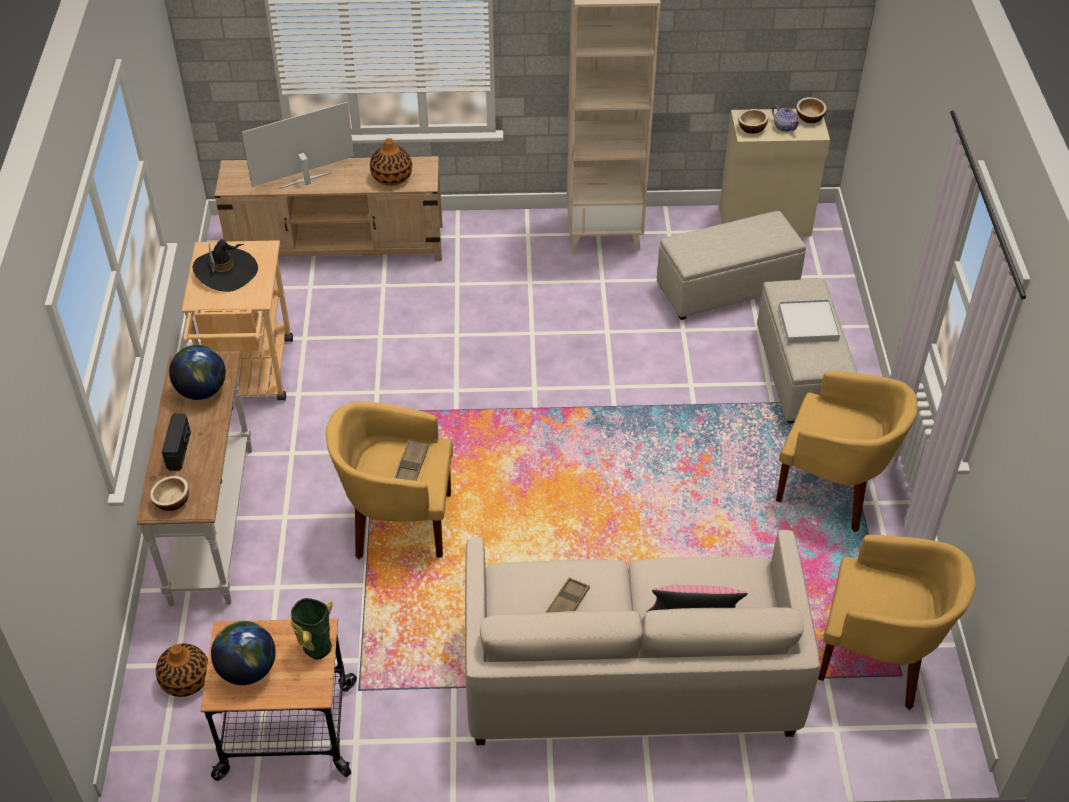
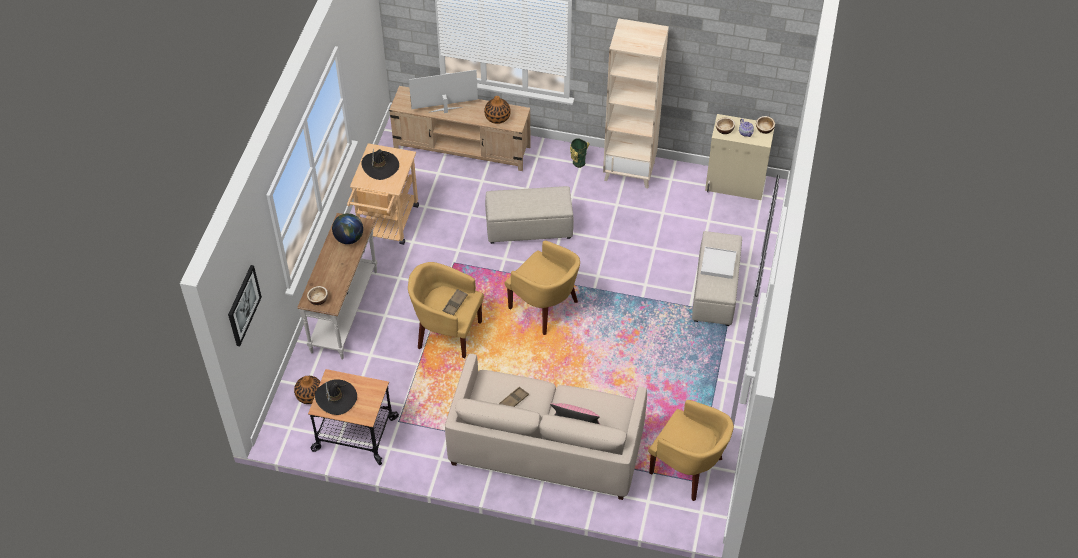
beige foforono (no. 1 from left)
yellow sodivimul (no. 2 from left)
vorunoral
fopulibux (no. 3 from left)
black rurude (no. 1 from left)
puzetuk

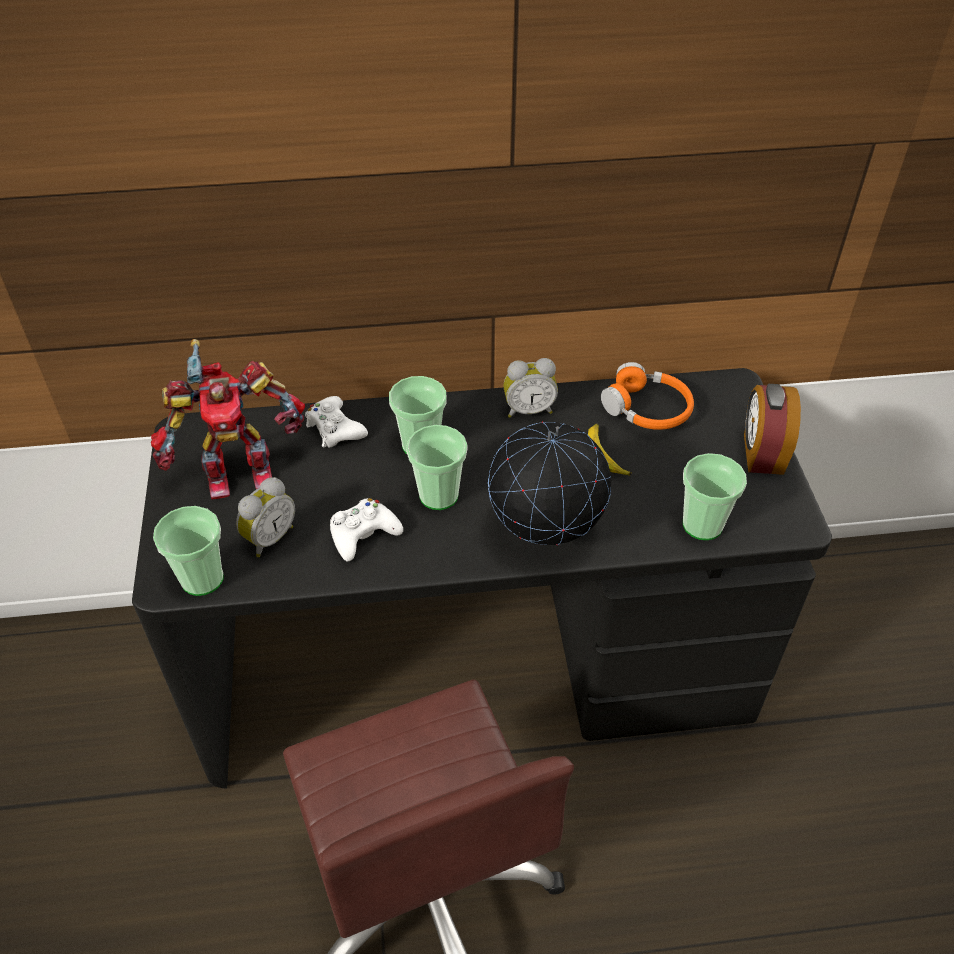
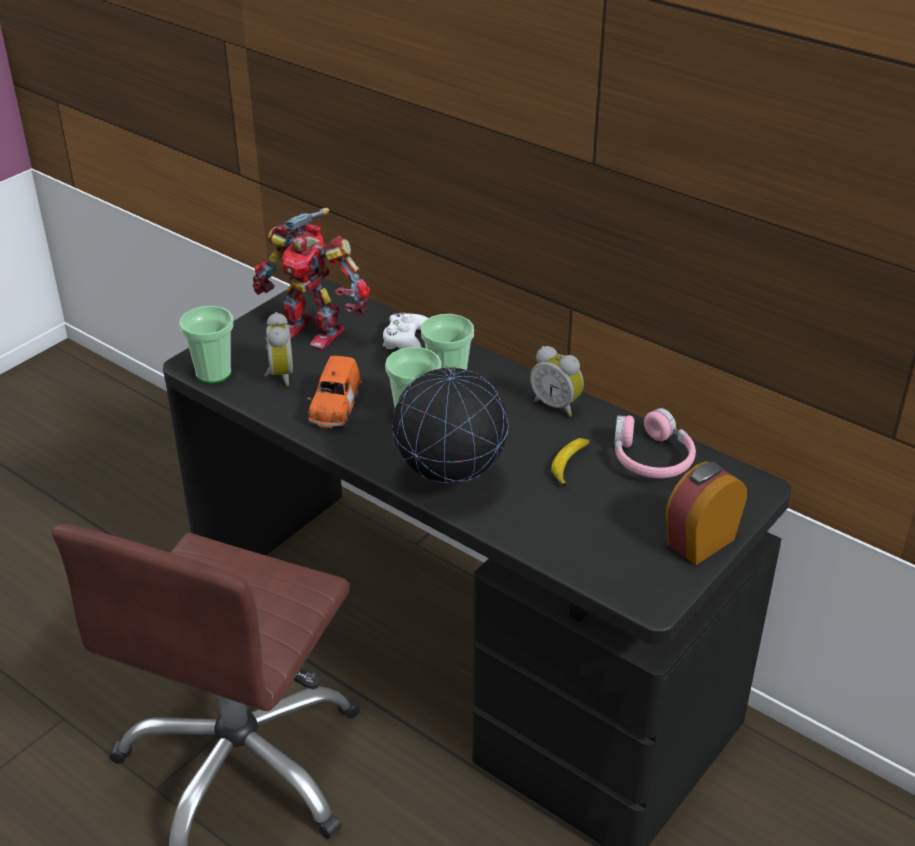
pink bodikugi
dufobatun (no. 4 from left in the first image)
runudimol (no. 1 from left)
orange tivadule

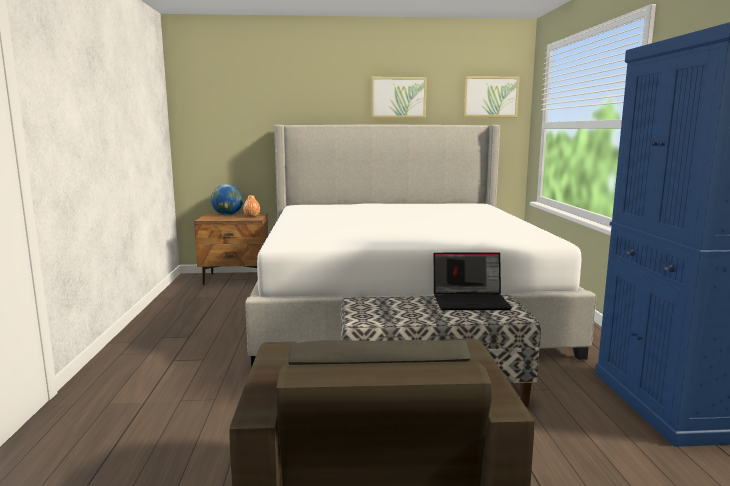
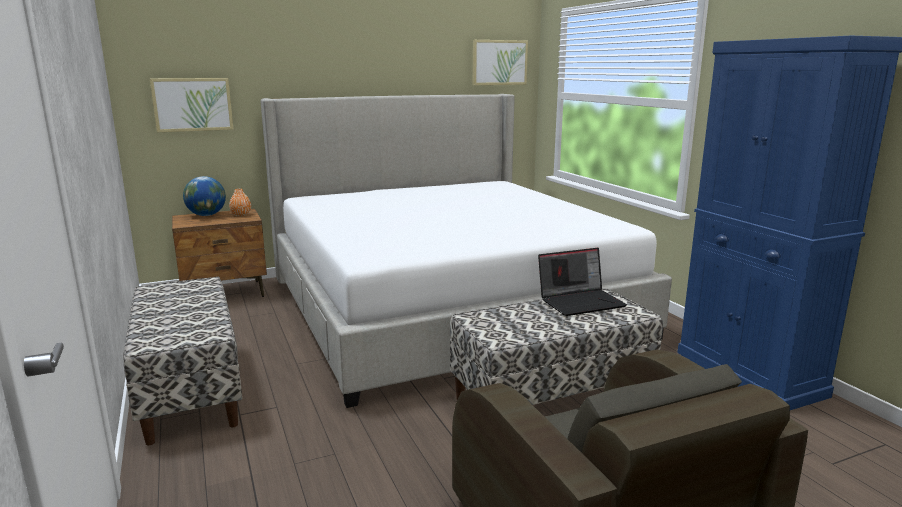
puzetuk (no. 1 from left)
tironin (no. 1 from left)

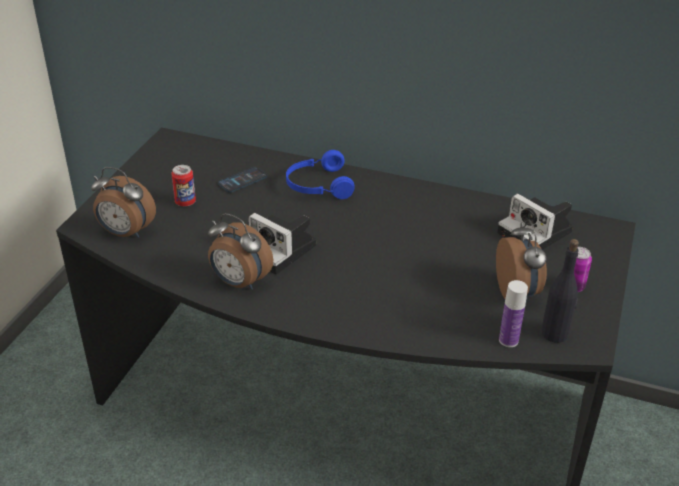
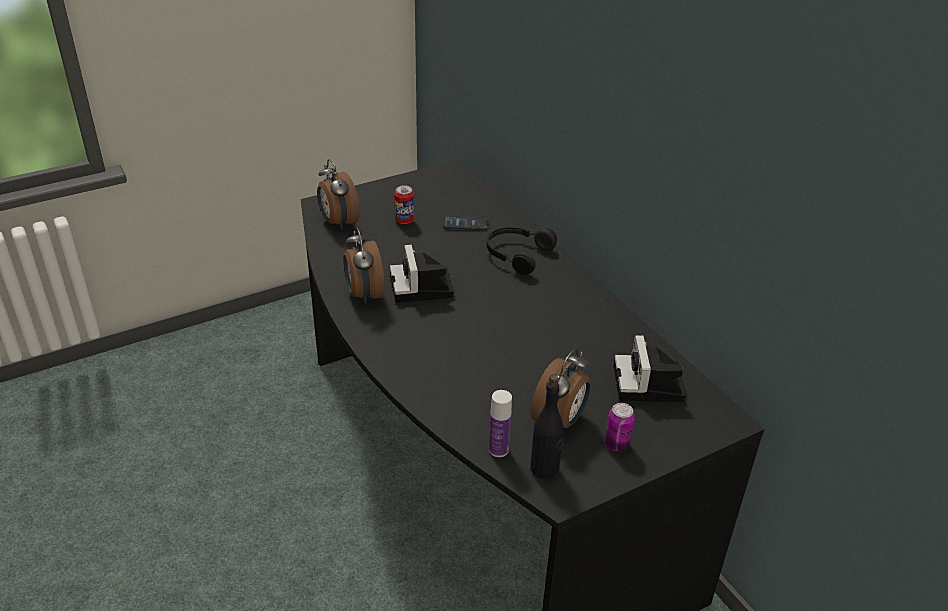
black bodikugi

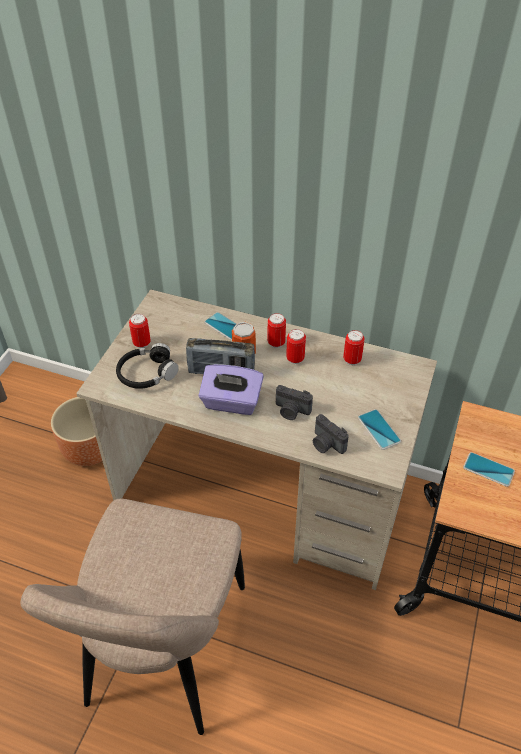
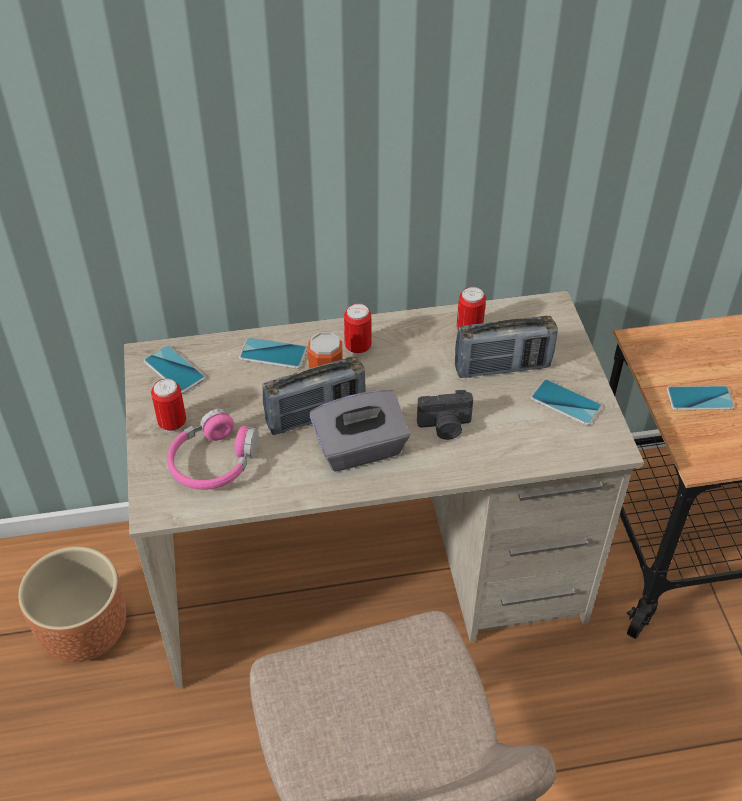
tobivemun (no. 4 from left in the first image)
pink bodikugi
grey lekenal
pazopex (no. 2 from left in the first image)
vorunoral (no. 2 from left)
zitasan (no. 1 from left)

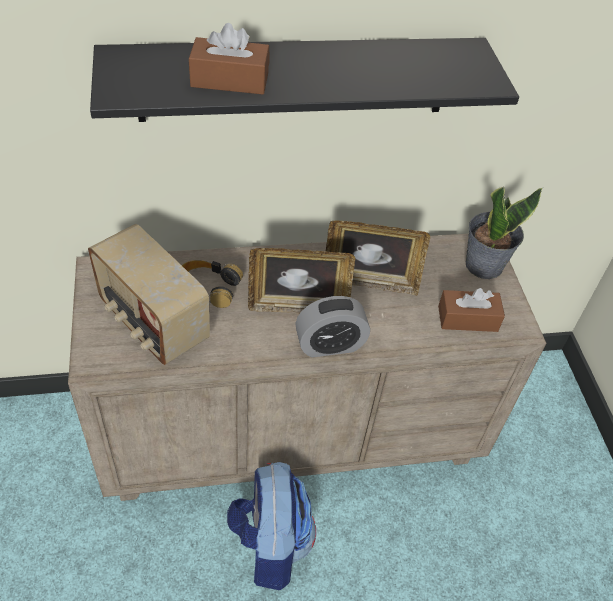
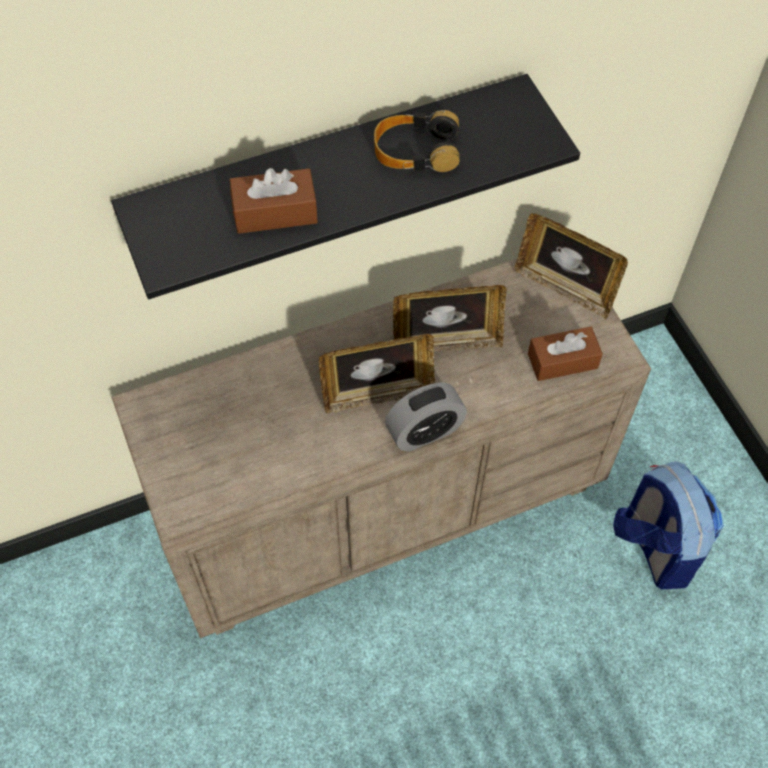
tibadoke (no. 3 from left)
vorunoral
bodikugi
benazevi

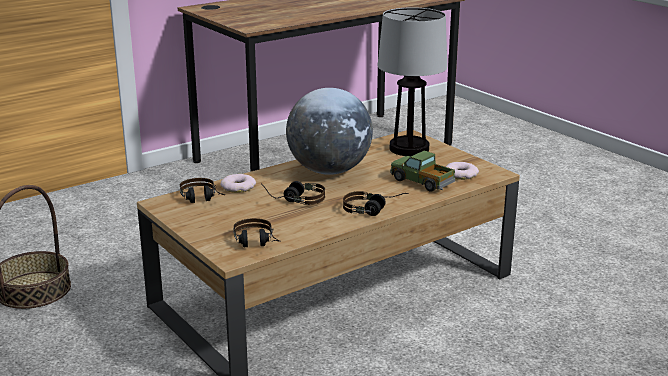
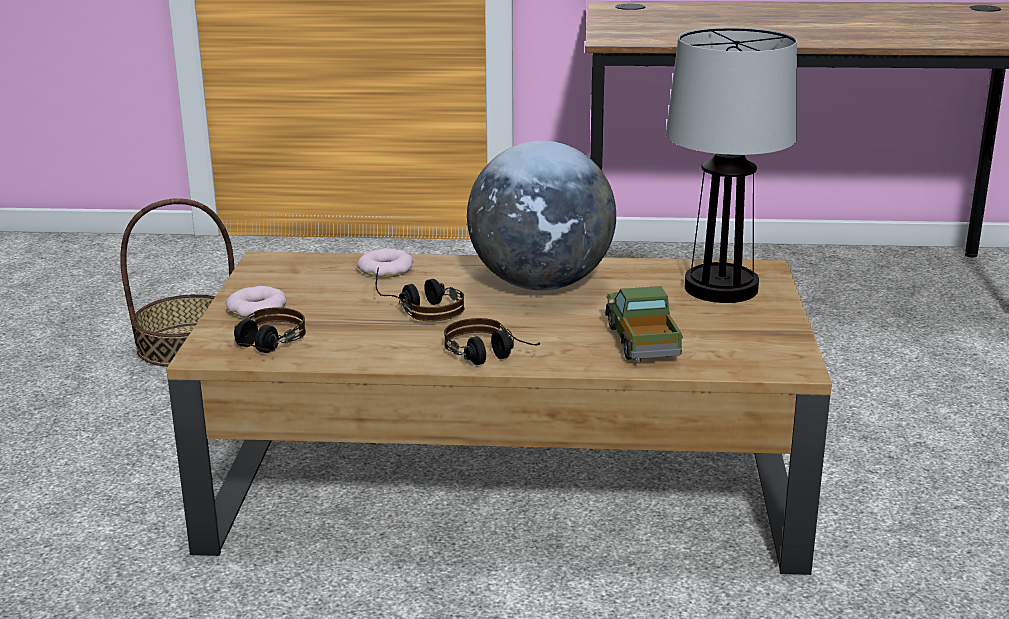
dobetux (no. 1 from left)
bodikugi (no. 1 from left in the first image)

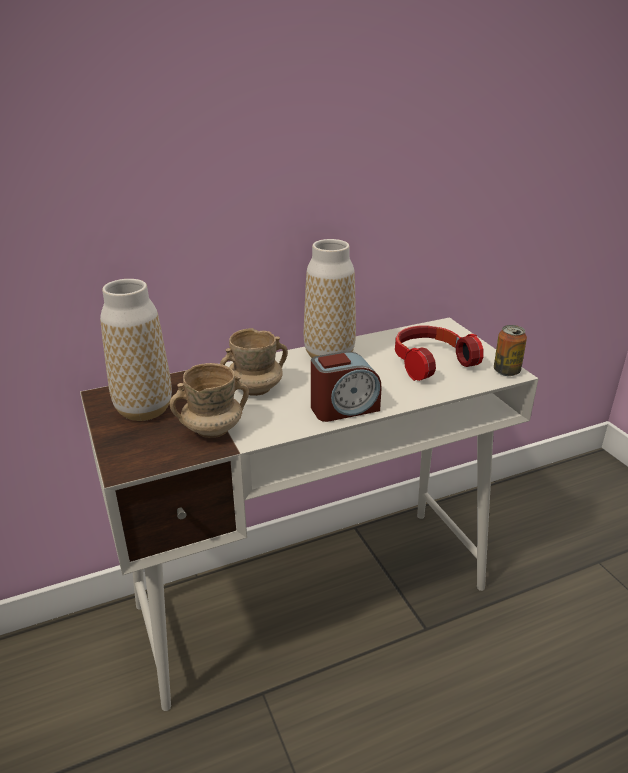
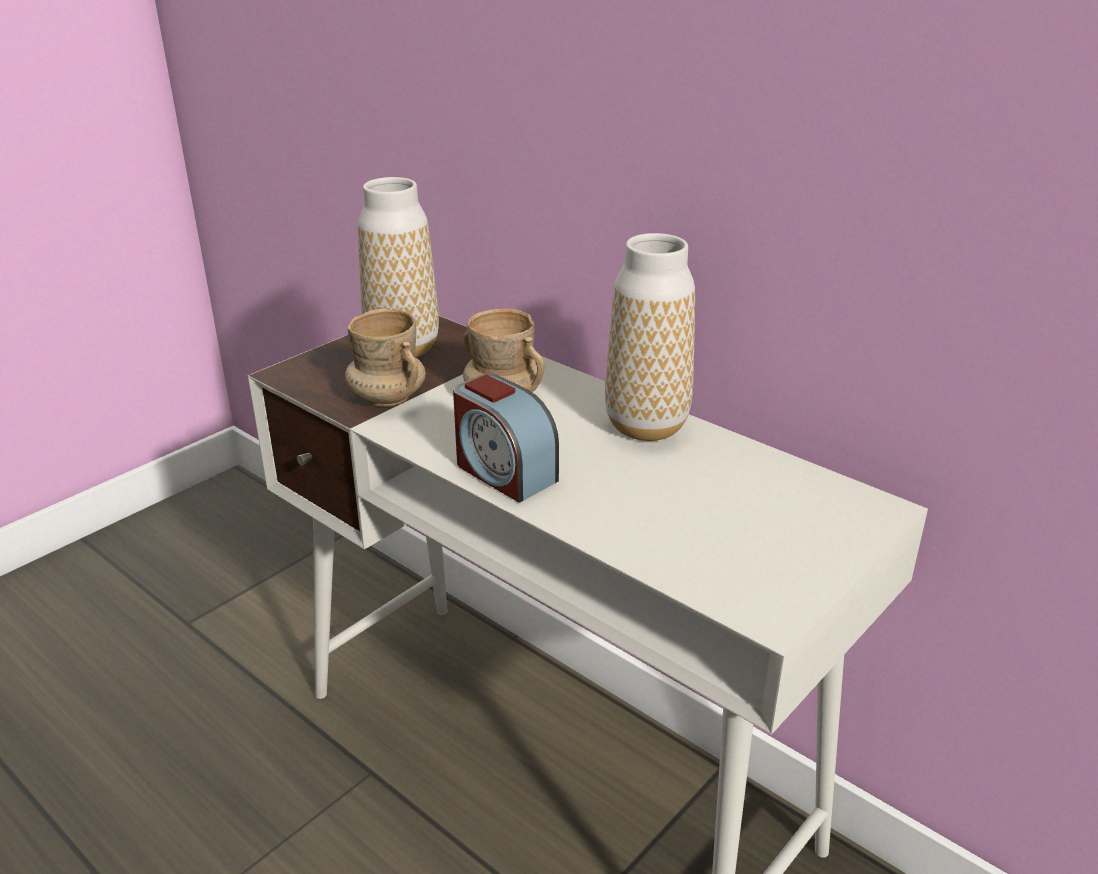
tobivemun
bodikugi

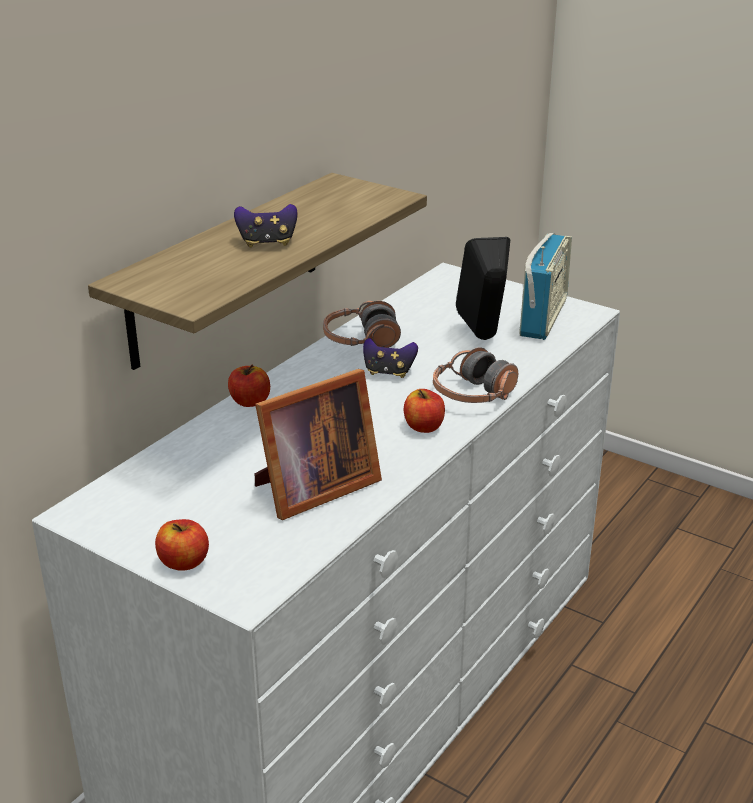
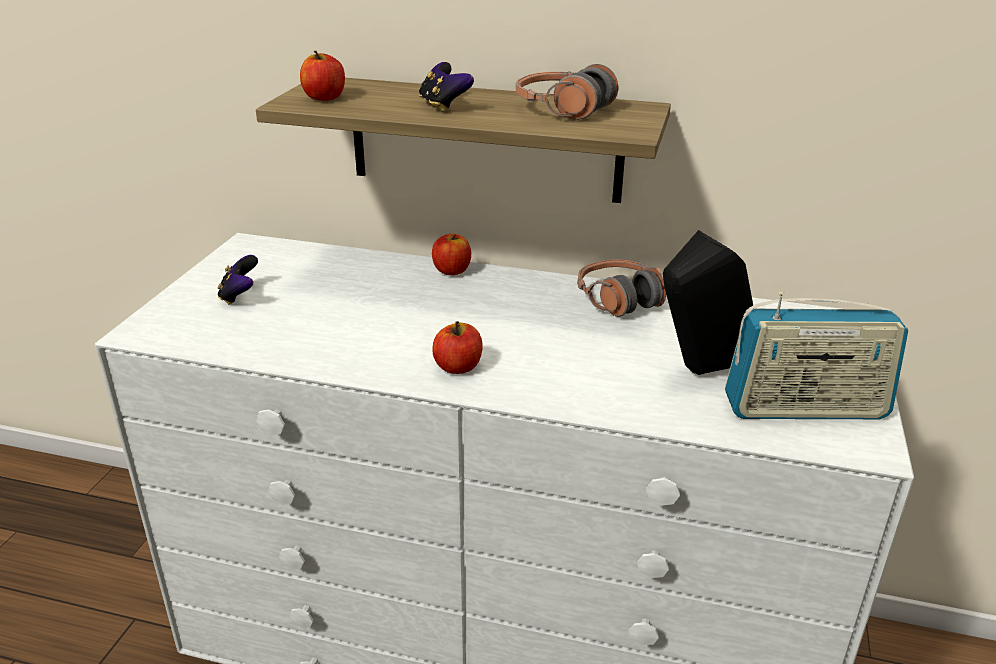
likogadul (no. 1 from left)
bodikugi (no. 1 from left)
tibadoke
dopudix (no. 1 from left)

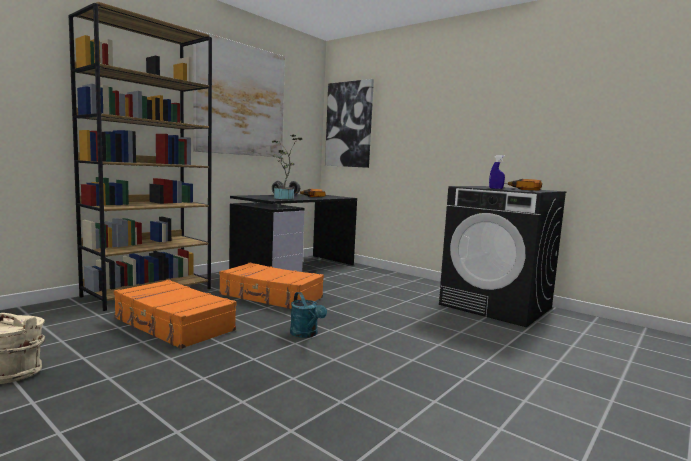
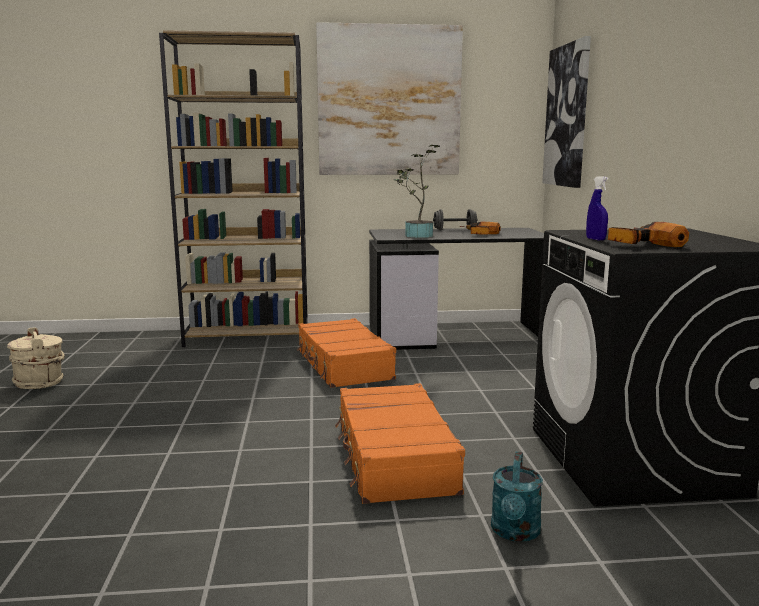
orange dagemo (no. 2 from left)
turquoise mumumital

